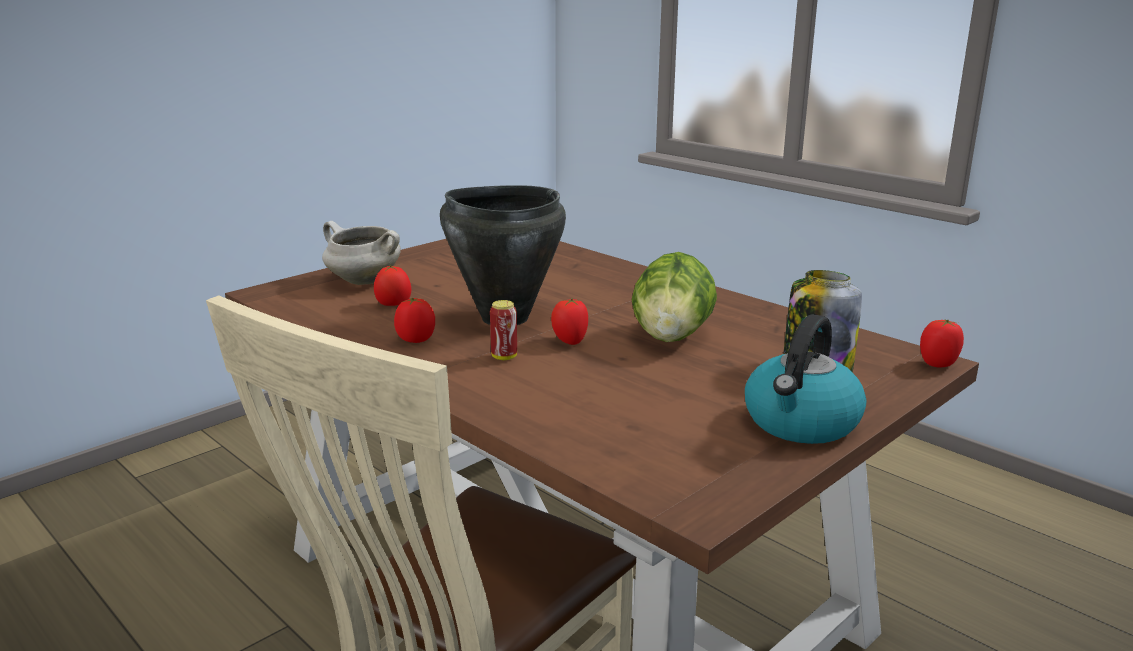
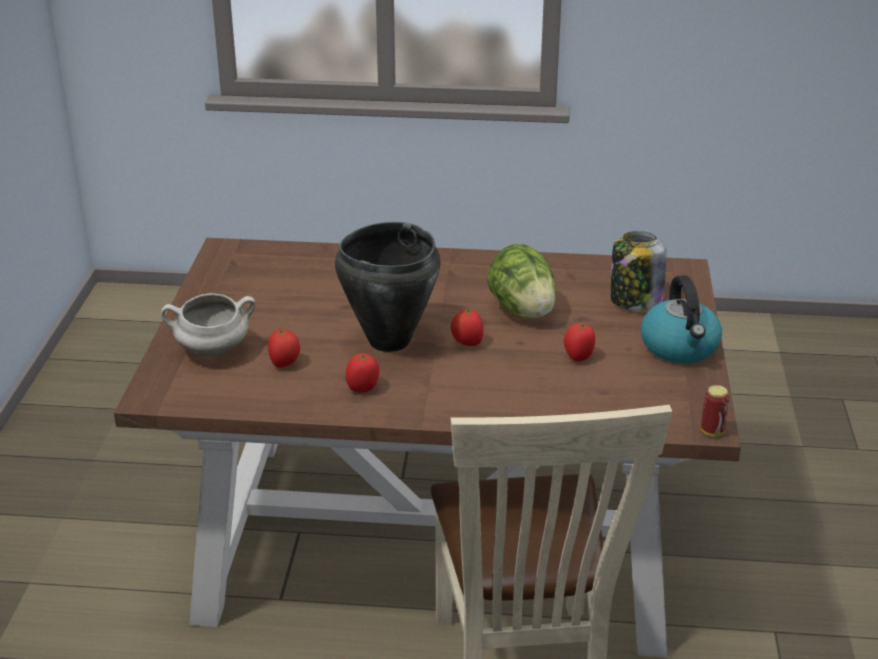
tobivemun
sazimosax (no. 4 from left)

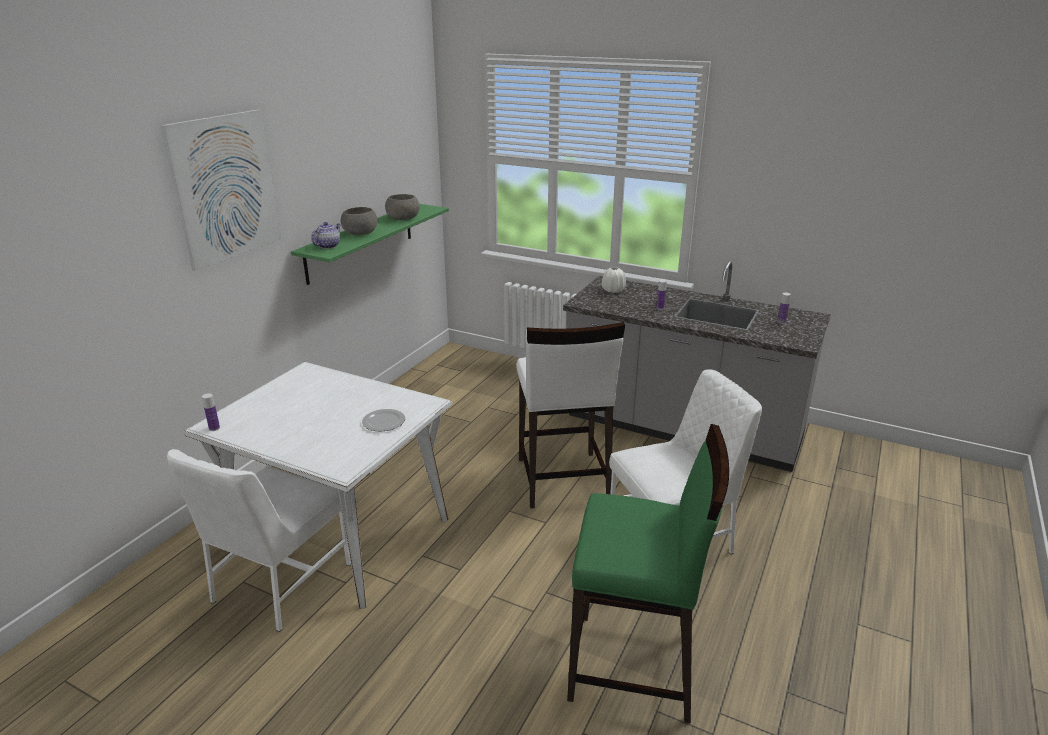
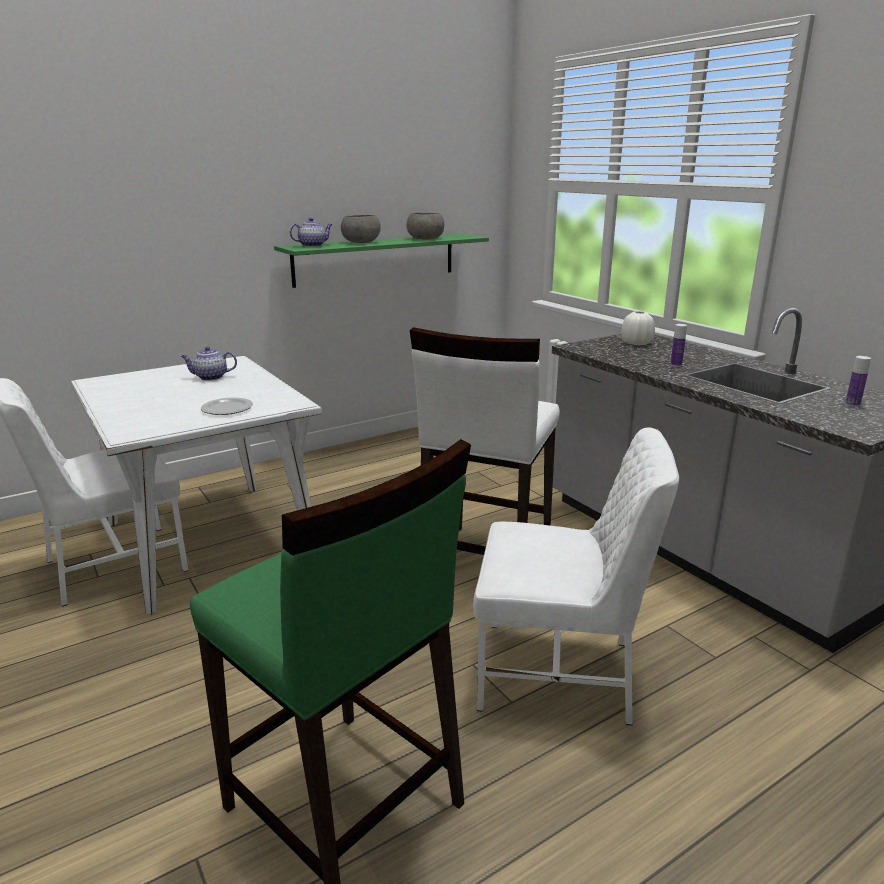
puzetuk
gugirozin (no. 1 from left in the first image)
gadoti (no. 1 from left)

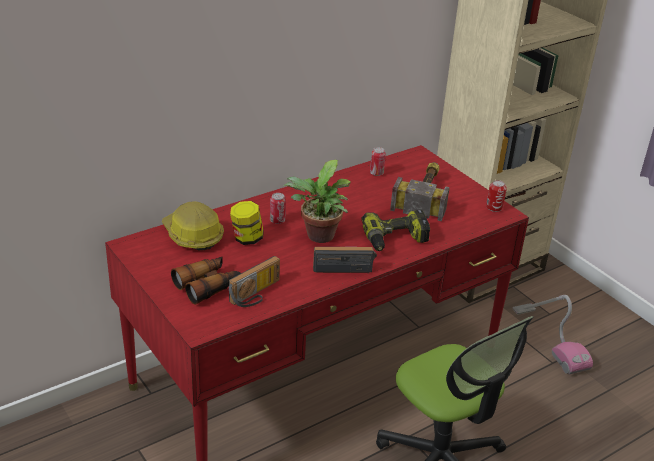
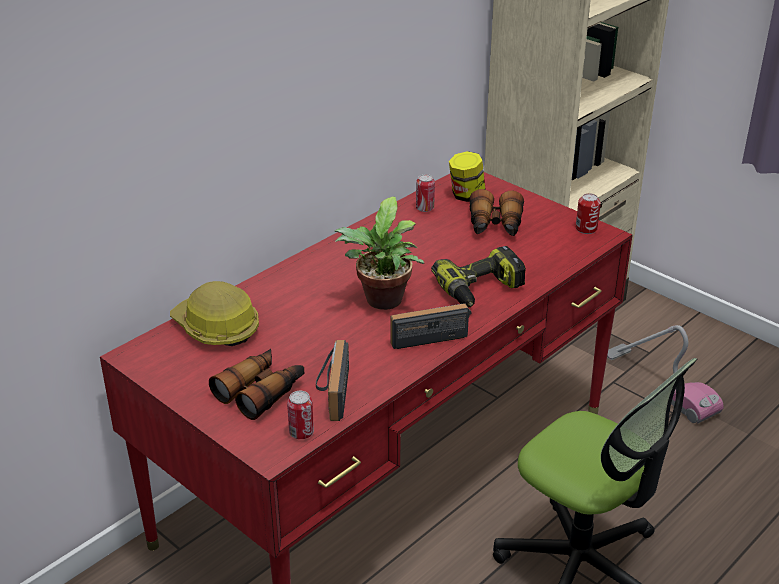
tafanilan (no. 2 from left)
tobivemun (no. 1 from left)
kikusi
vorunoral (no. 1 from left)

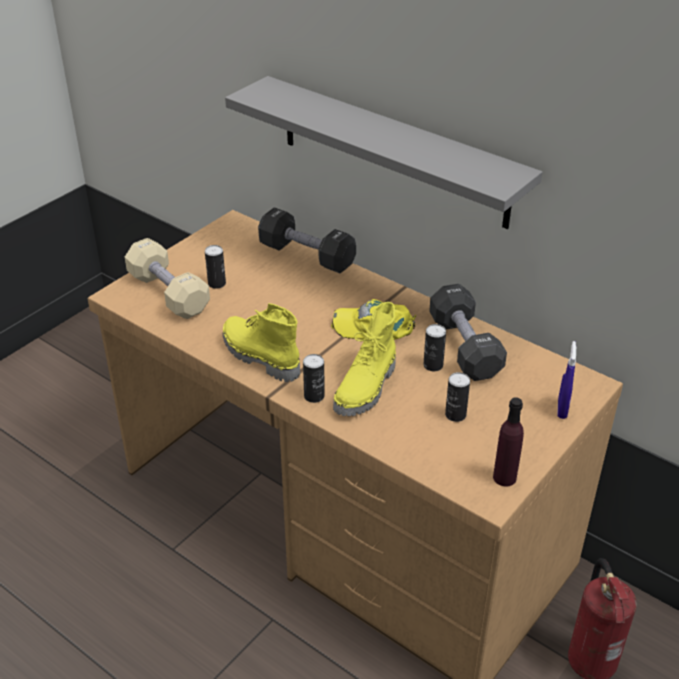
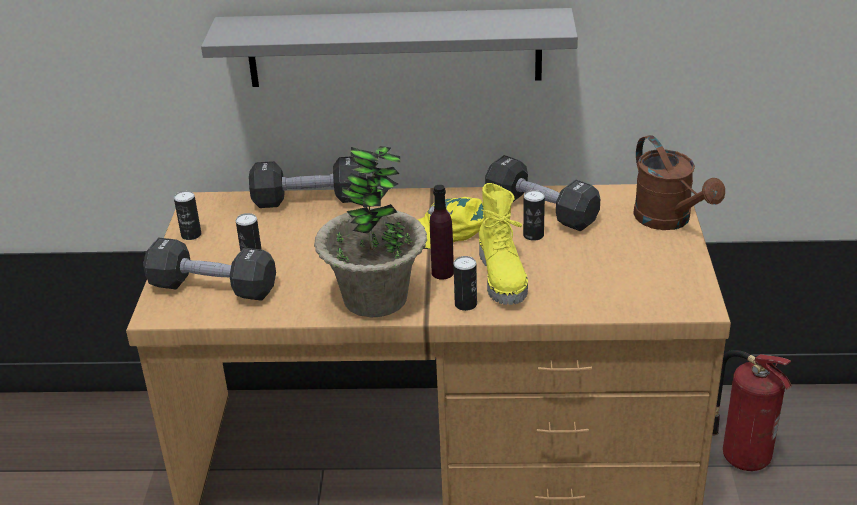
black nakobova (no. 1 from left)
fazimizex
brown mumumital
tobivemun (no. 1 from left)
purple gugirozin

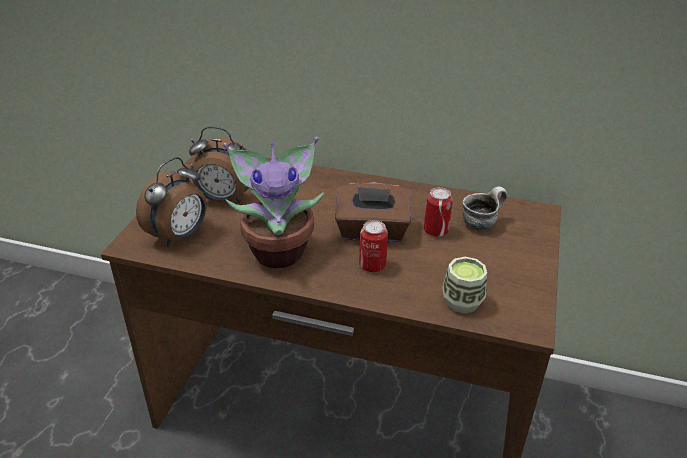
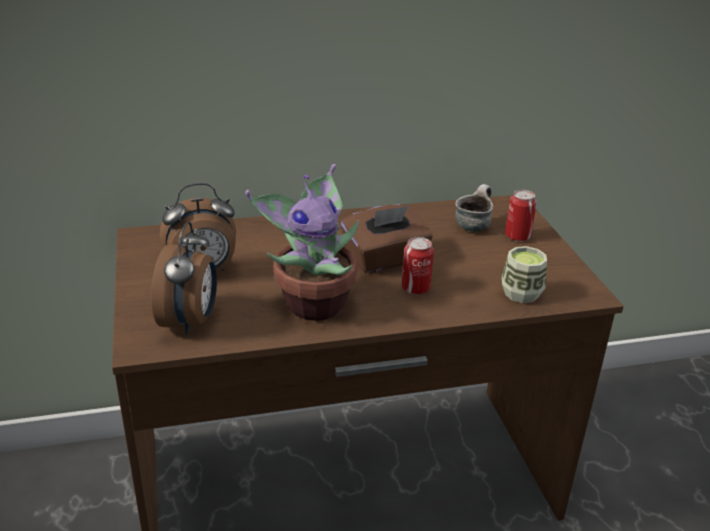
tobivemun (no. 2 from left)

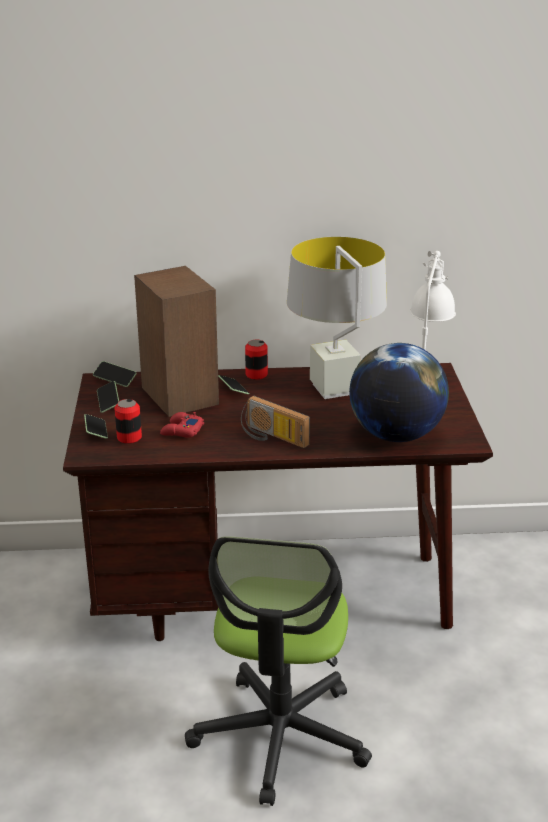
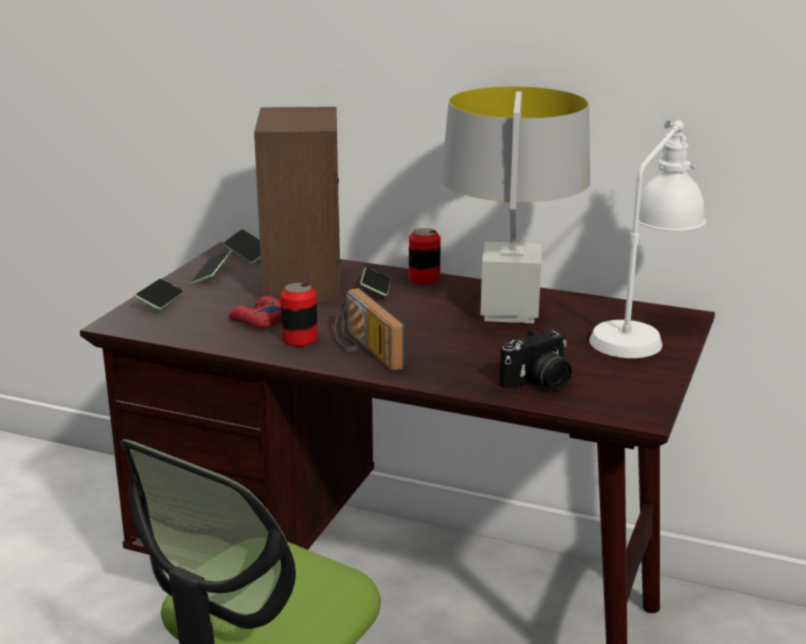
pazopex
tobivemun (no. 1 from left)

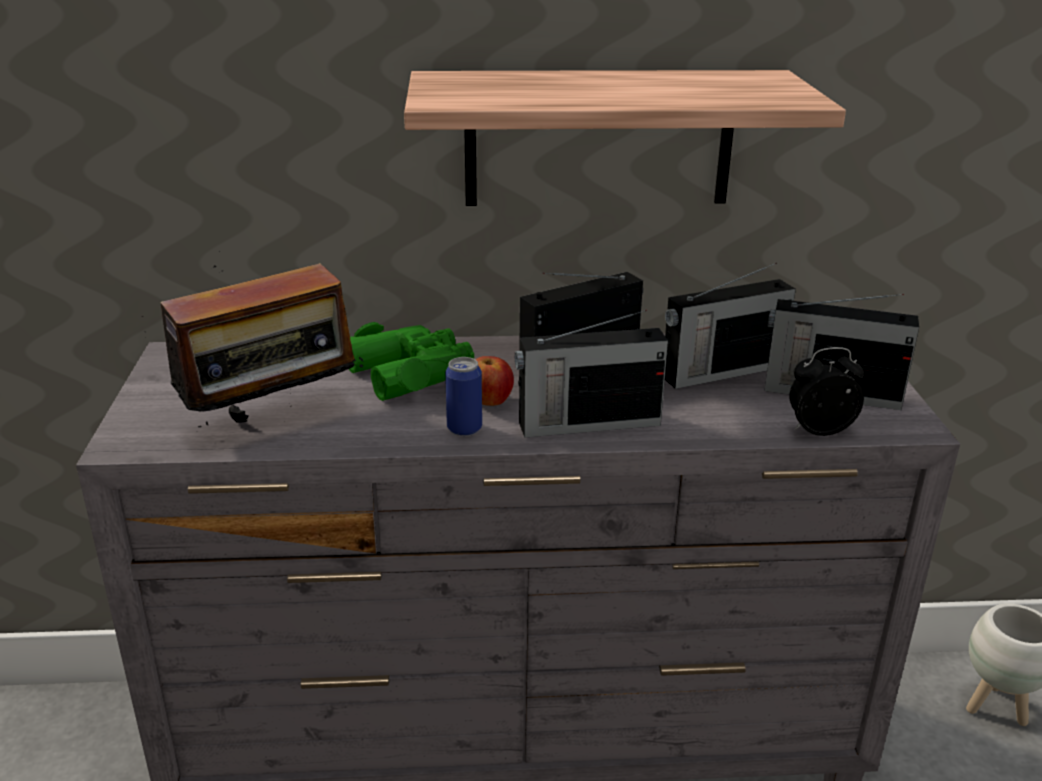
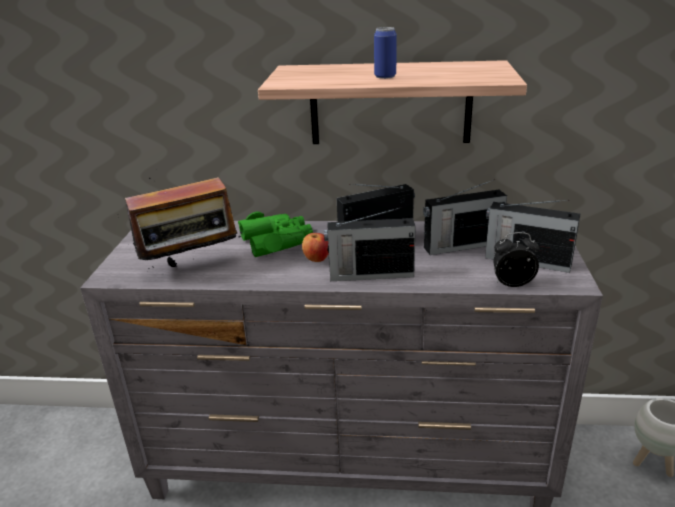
tobivemun

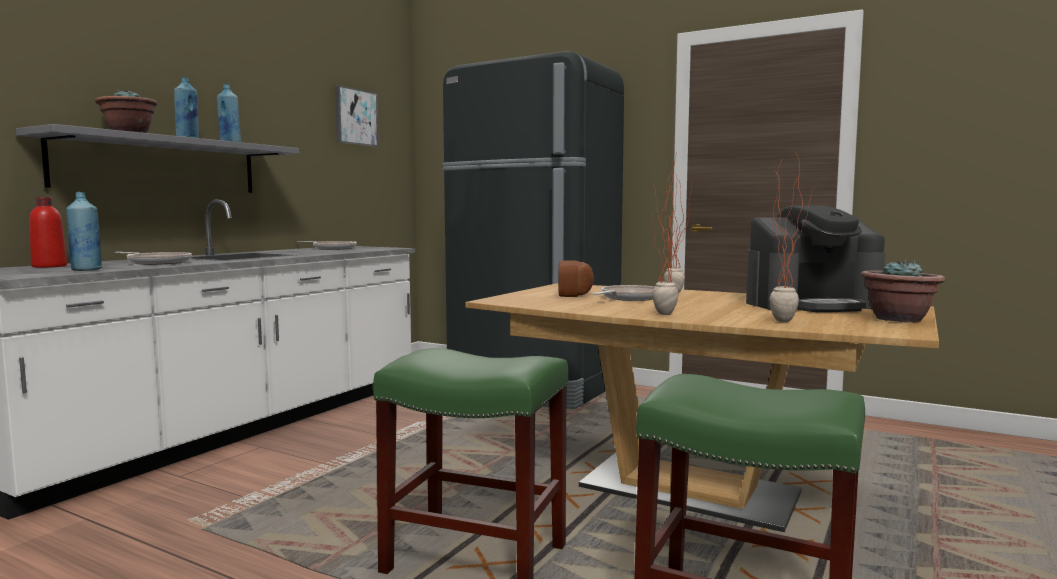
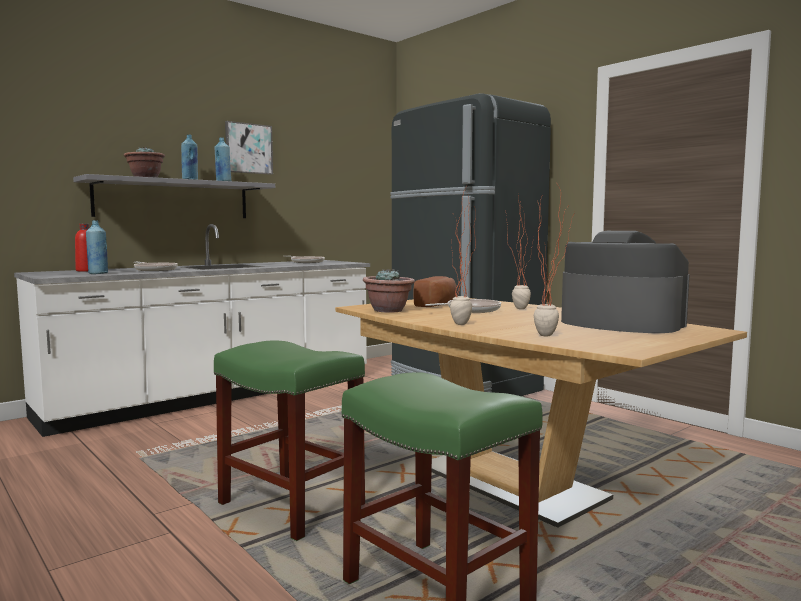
puzetuk
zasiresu
fazimizex (no. 2 from left)

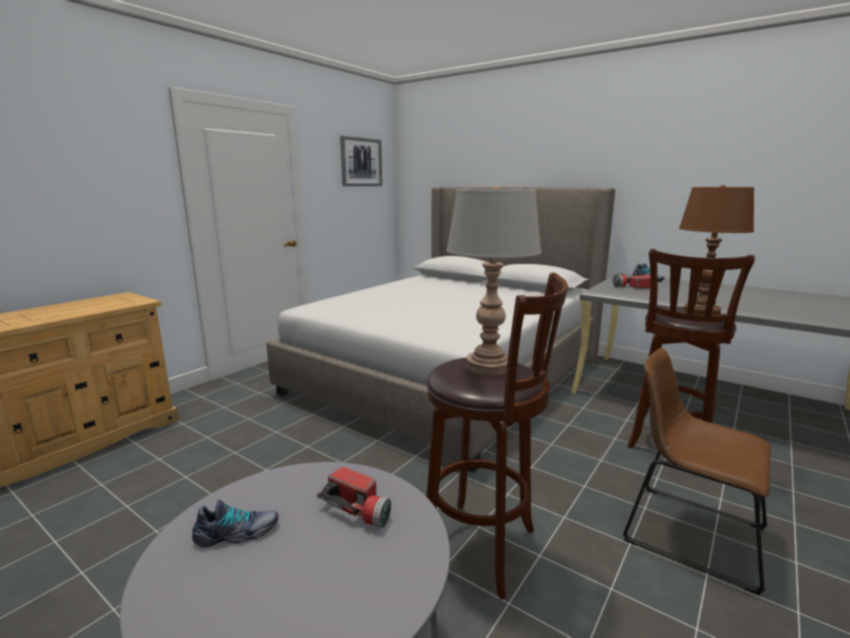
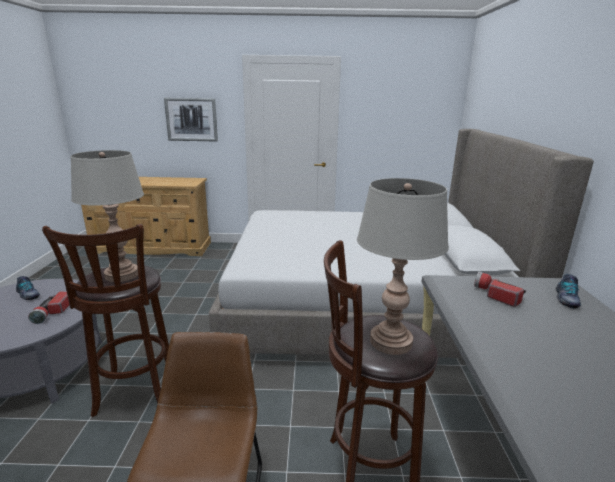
puzetuk
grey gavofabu (no. 2 from left)

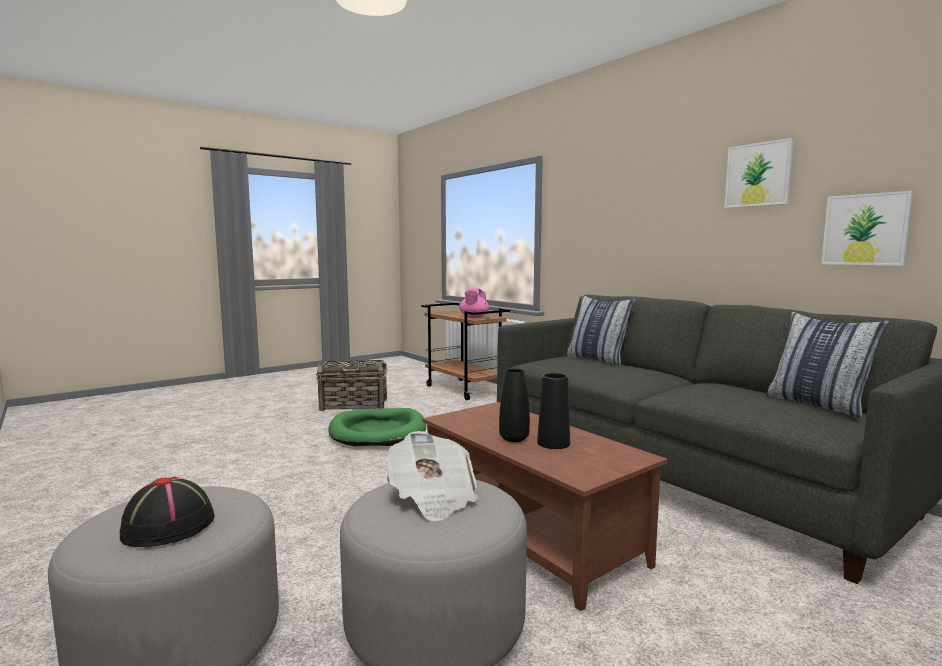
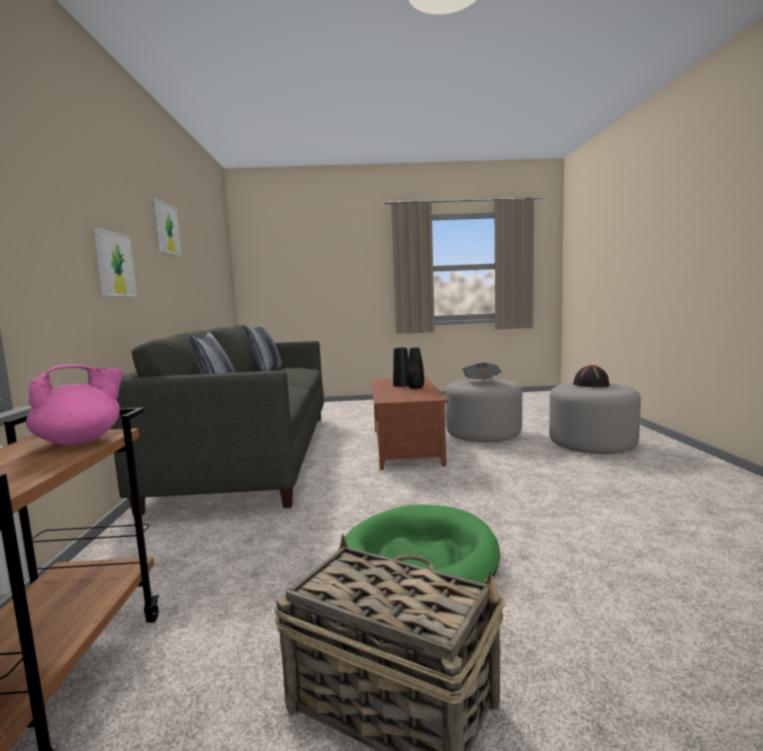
puzetuk (no. 1 from left)

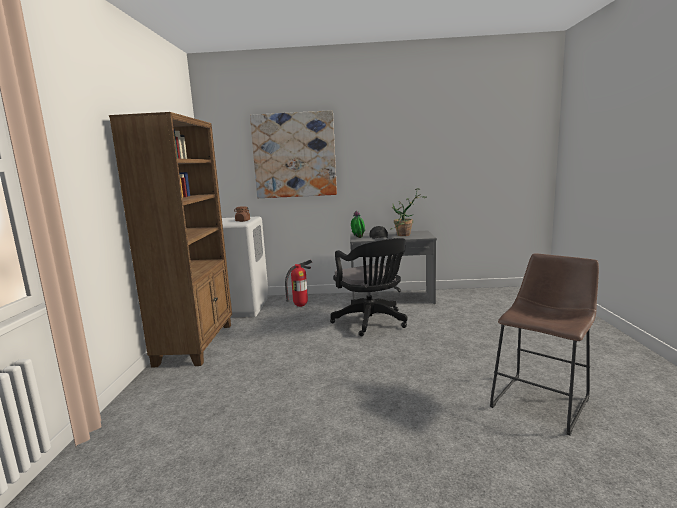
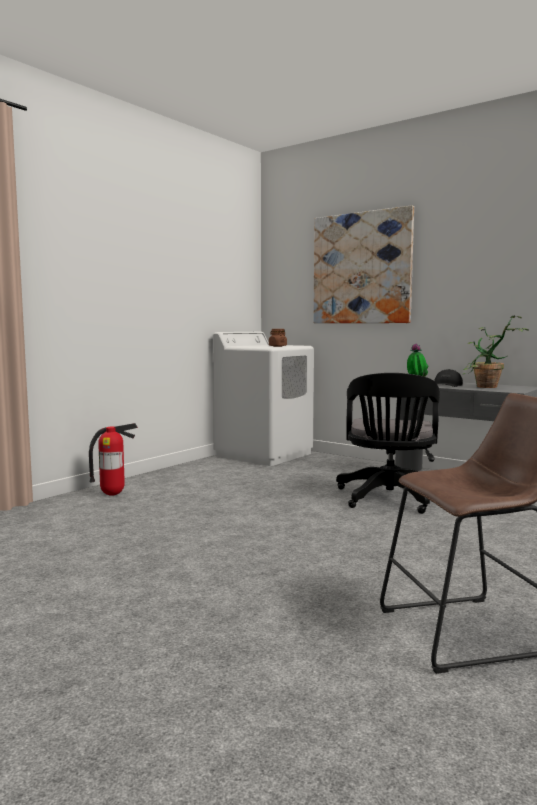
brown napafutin
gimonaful

